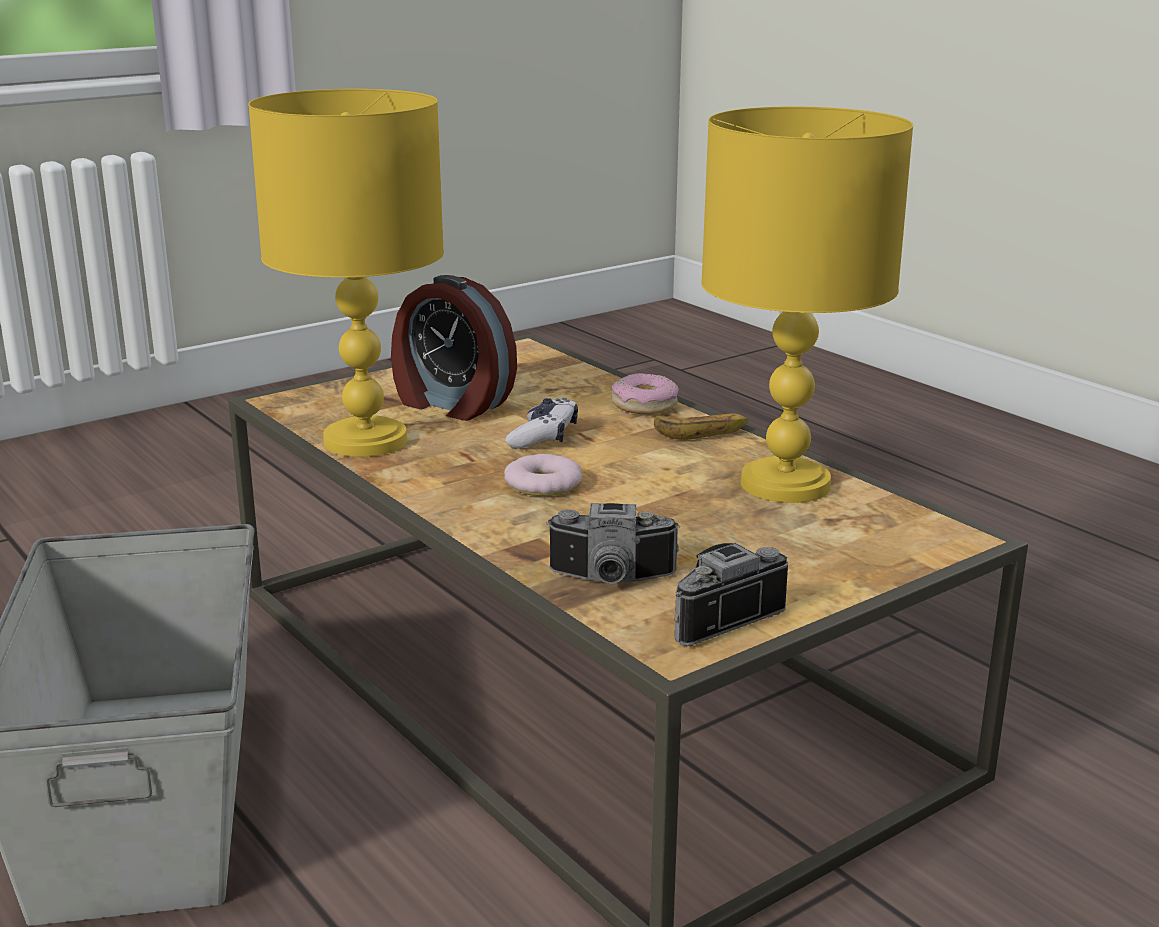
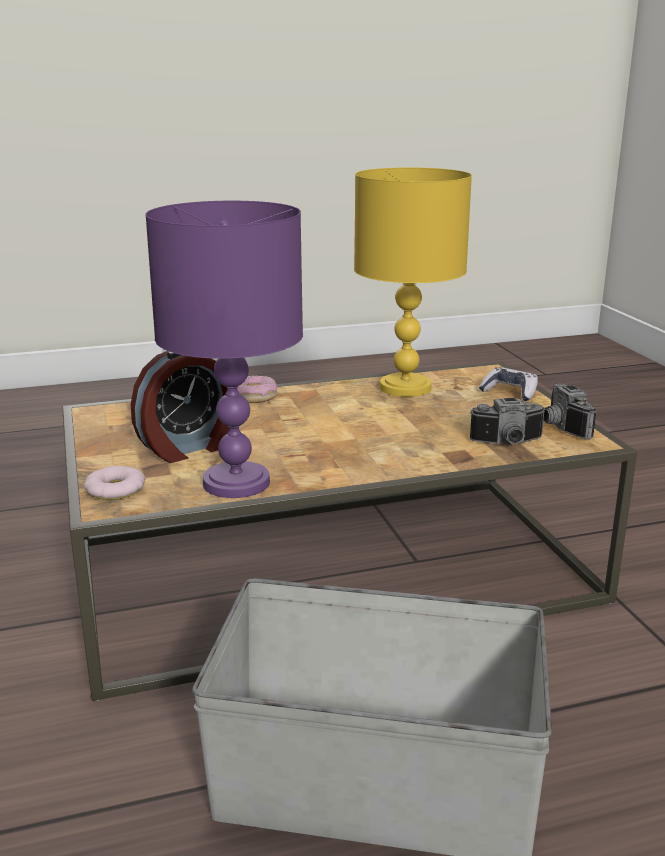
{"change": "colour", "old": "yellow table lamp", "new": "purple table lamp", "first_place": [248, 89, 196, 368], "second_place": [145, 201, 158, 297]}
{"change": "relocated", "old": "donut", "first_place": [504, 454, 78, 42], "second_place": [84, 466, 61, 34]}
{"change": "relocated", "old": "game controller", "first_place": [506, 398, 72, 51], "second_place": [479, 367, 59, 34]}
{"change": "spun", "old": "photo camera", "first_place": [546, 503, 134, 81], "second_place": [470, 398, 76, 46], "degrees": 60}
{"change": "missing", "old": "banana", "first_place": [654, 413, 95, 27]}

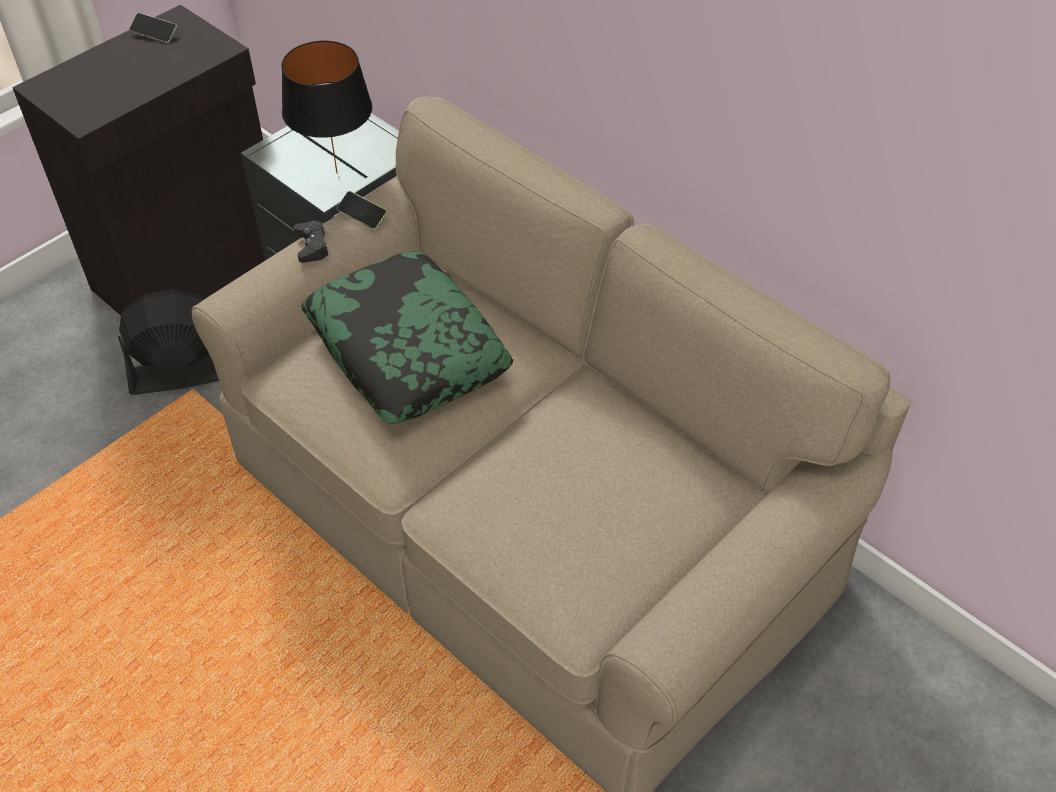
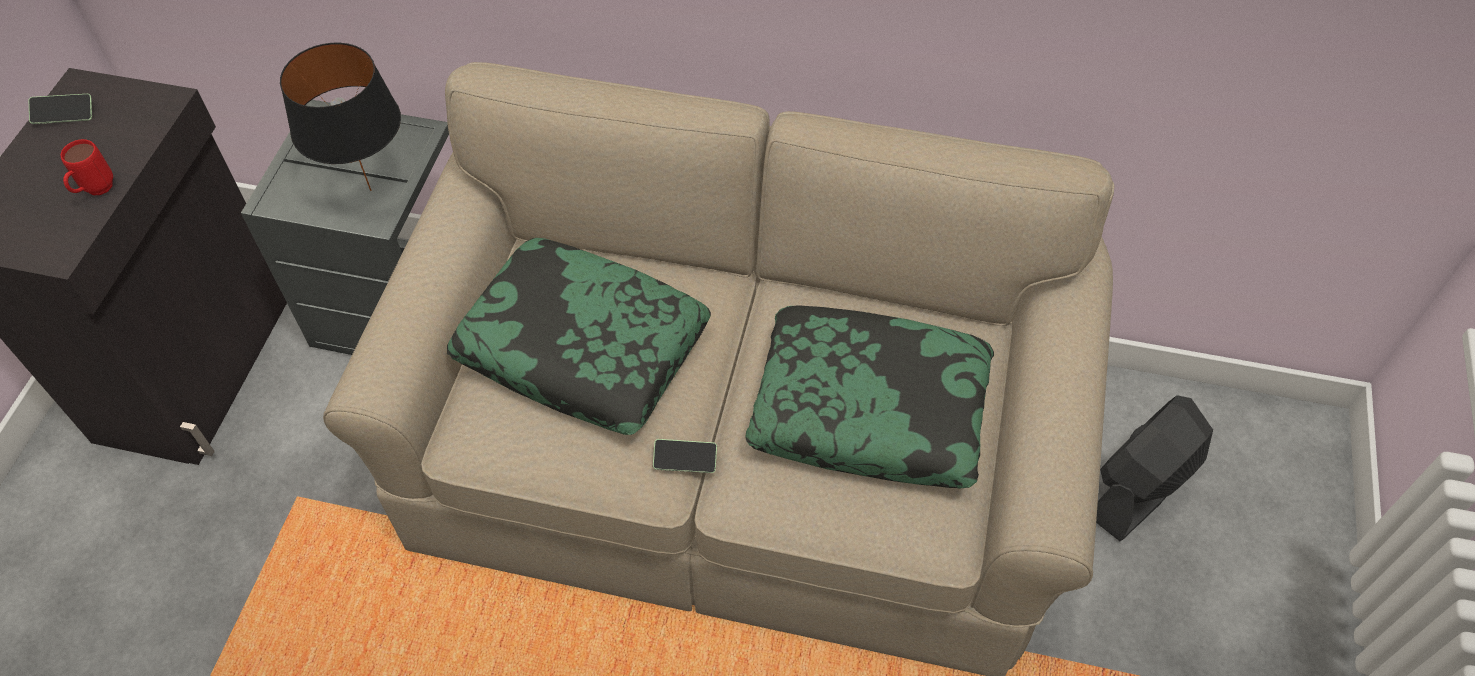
{"change": "relocated", "old": "black fan", "first_place": [118, 290, 101, 105], "second_place": [1096, 395, 117, 146]}
{"change": "missing", "old": "black game controller", "first_place": [294, 221, 36, 42]}
{"change": "relocated", "old": "phone", "first_place": [337, 191, 50, 38], "second_place": [653, 439, 64, 34]}
{"change": "appeared", "new": "red mug", "second_place": [61, 139, 52, 56]}
{"change": "appeared", "new": "pillow", "second_place": [745, 305, 249, 184]}

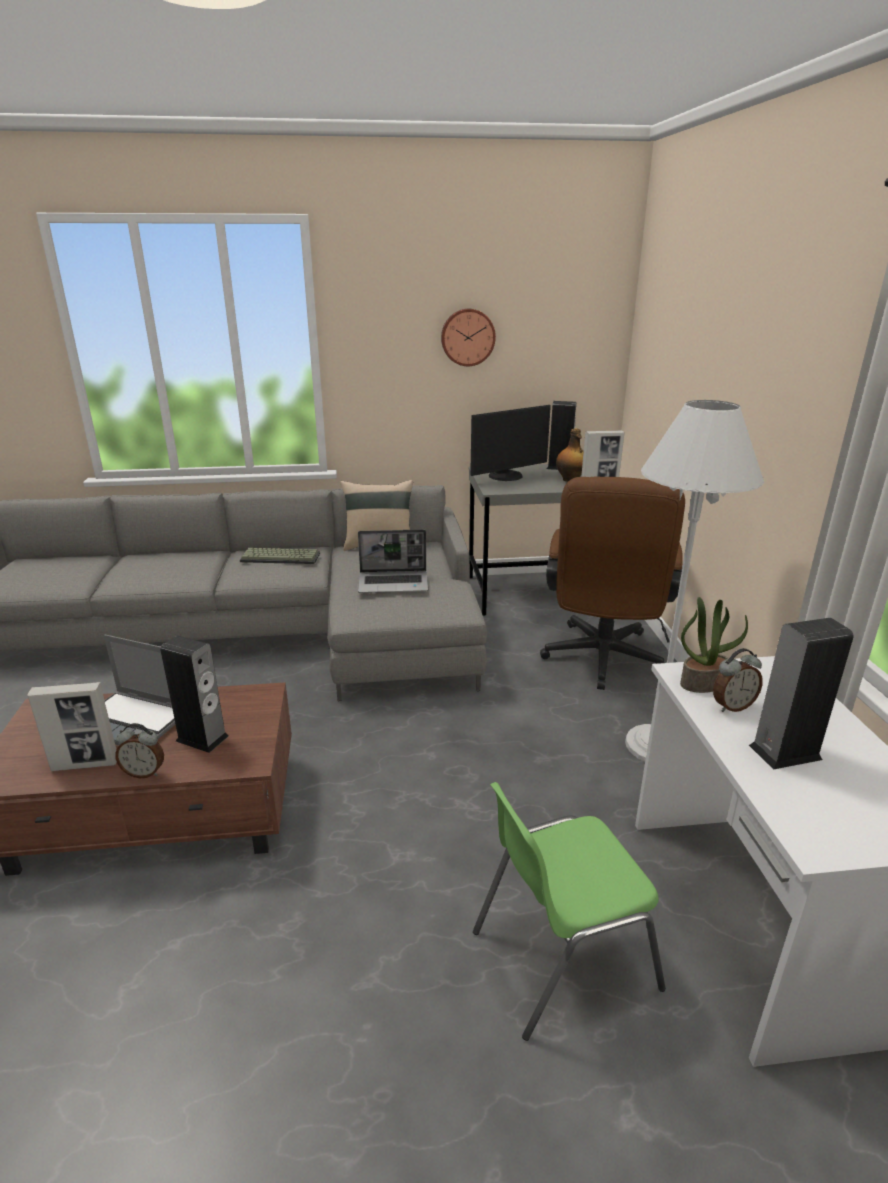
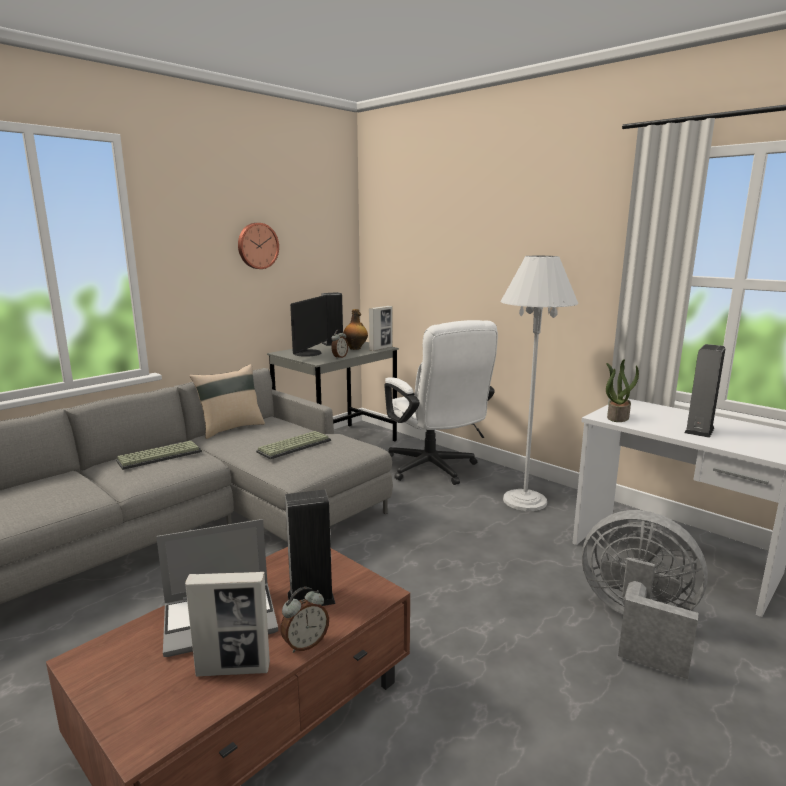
{"change": "spun", "old": "picture frame", "first_place": [27, 682, 90, 89], "second_place": [185, 572, 85, 105], "degrees": 45}
{"change": "exchanged", "old": "laptop", "new": "keyboard", "first_place": [358, 529, 70, 64], "second_place": [256, 431, 75, 29]}
{"change": "exchanged", "old": "green chair", "new": "grey fan", "first_place": [473, 782, 193, 259], "second_place": [582, 510, 126, 169]}
{"change": "colour", "old": "brown office chair", "new": "white office chair", "first_place": [540, 476, 145, 214], "second_place": [384, 320, 114, 165]}
{"change": "relocated", "old": "alarm clock", "first_place": [713, 648, 50, 64], "second_place": [331, 330, 17, 29]}

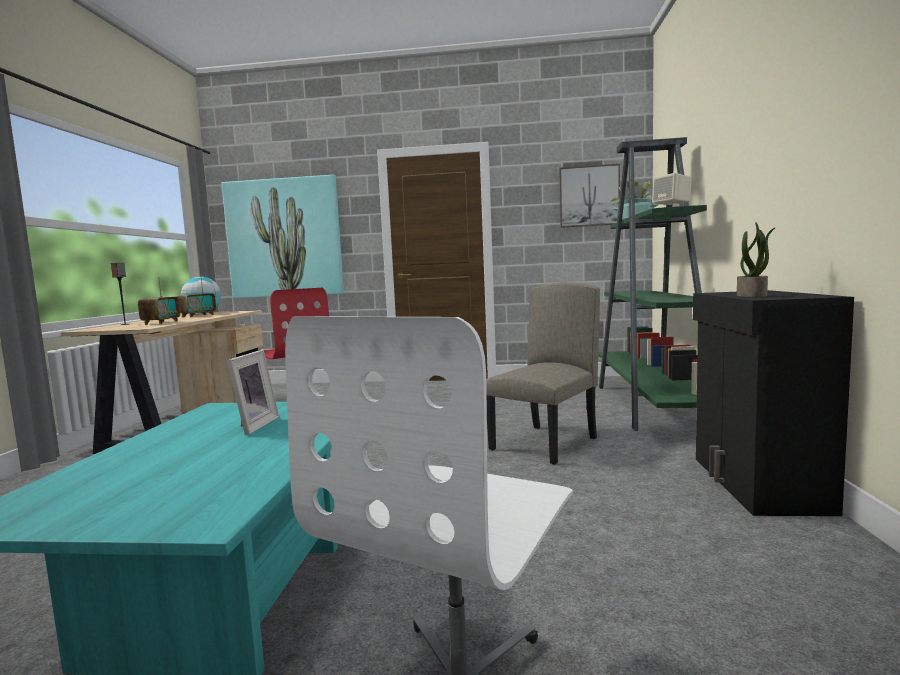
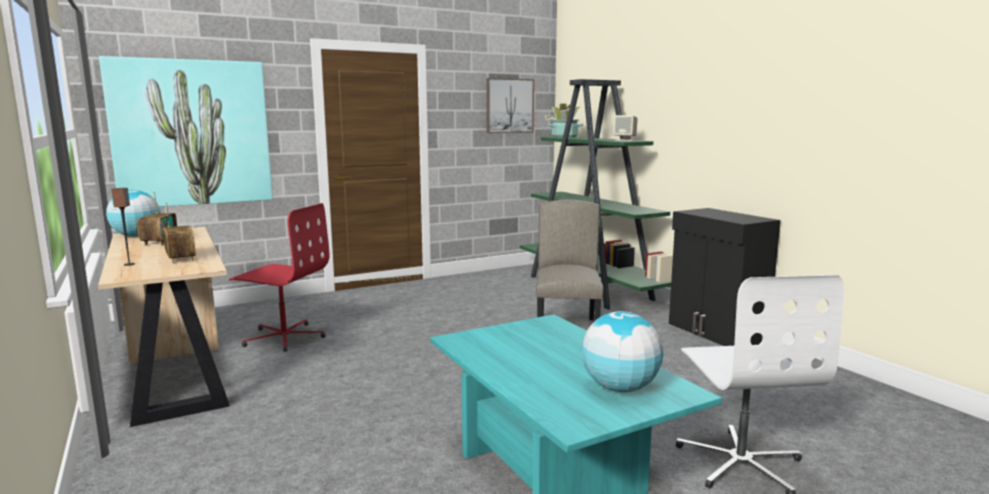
{"change": "missing", "old": "picture frame", "first_place": [227, 350, 52, 85]}
{"change": "missing", "old": "potted plant", "first_place": [737, 222, 39, 75]}
{"change": "appeared", "new": "globe", "second_place": [582, 311, 81, 81]}

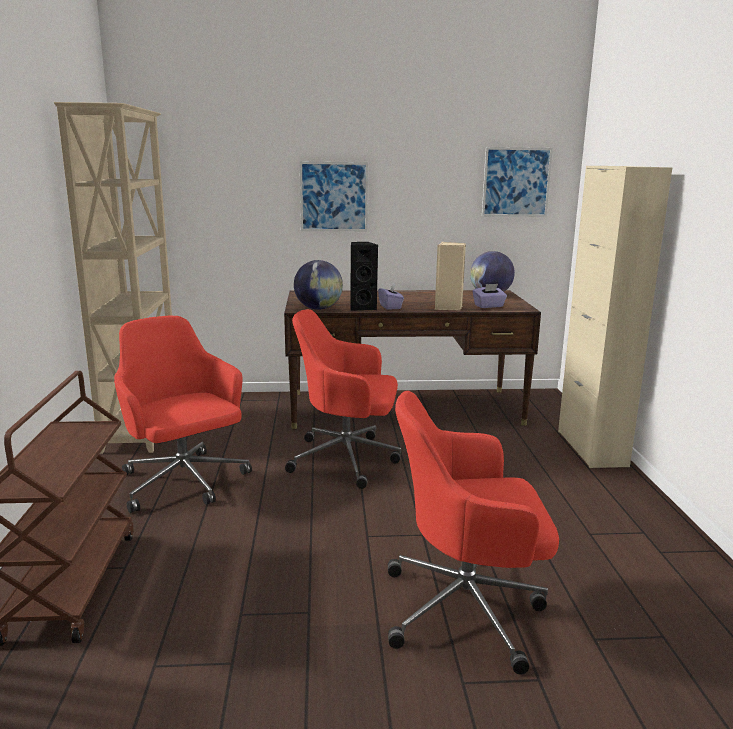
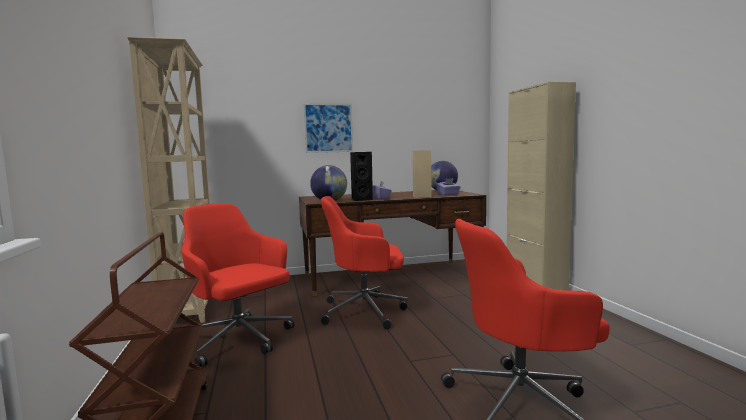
{"change": "missing", "old": "picture", "first_place": [482, 147, 71, 70]}

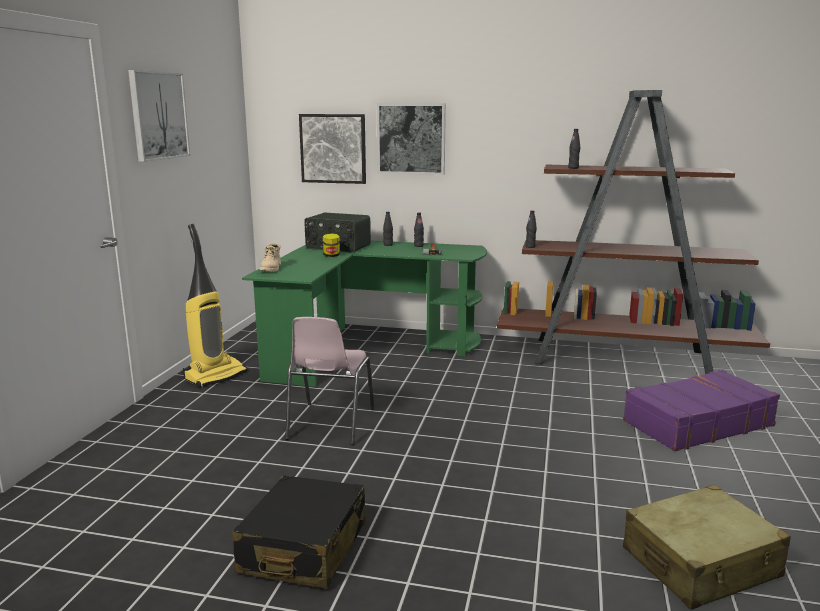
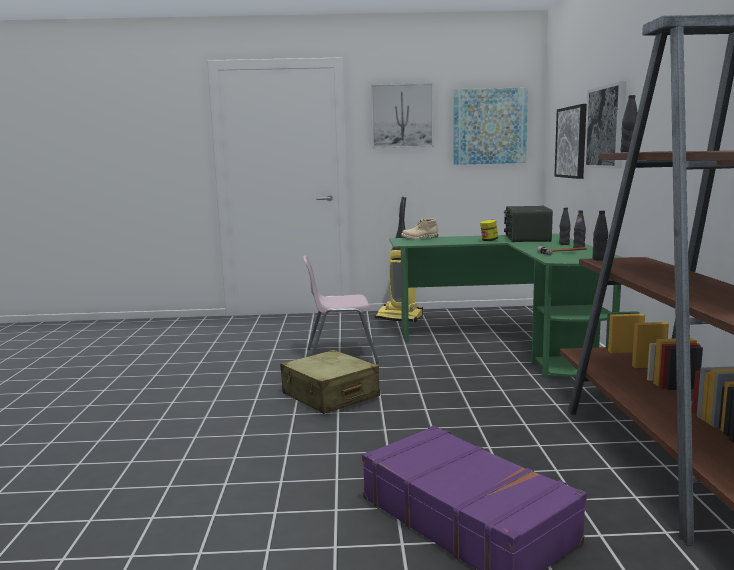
{"change": "missing", "old": "black suitcase", "first_place": [232, 475, 134, 113]}
{"change": "relocated", "old": "beige suitcase", "first_place": [623, 485, 168, 125], "second_place": [280, 350, 100, 64]}
{"change": "appeared", "new": "picture", "second_place": [453, 87, 75, 78]}

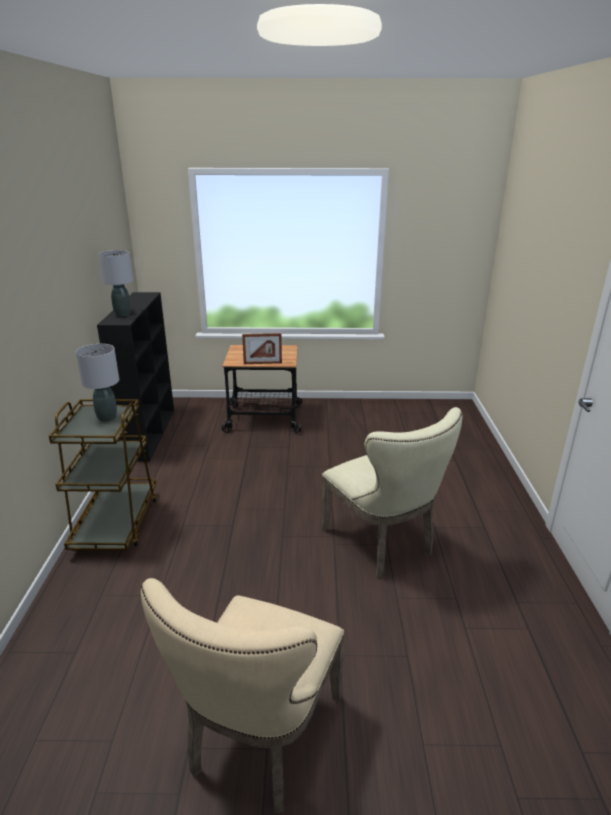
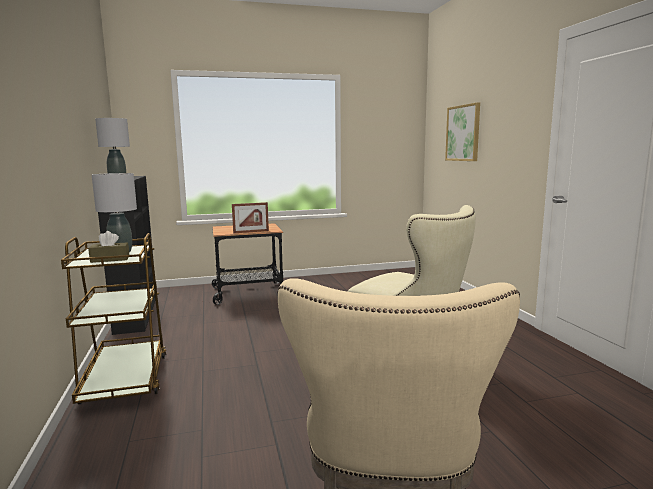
{"change": "appeared", "new": "brown tissue box", "second_place": [88, 231, 41, 32]}
{"change": "appeared", "new": "picture", "second_place": [445, 103, 35, 58]}

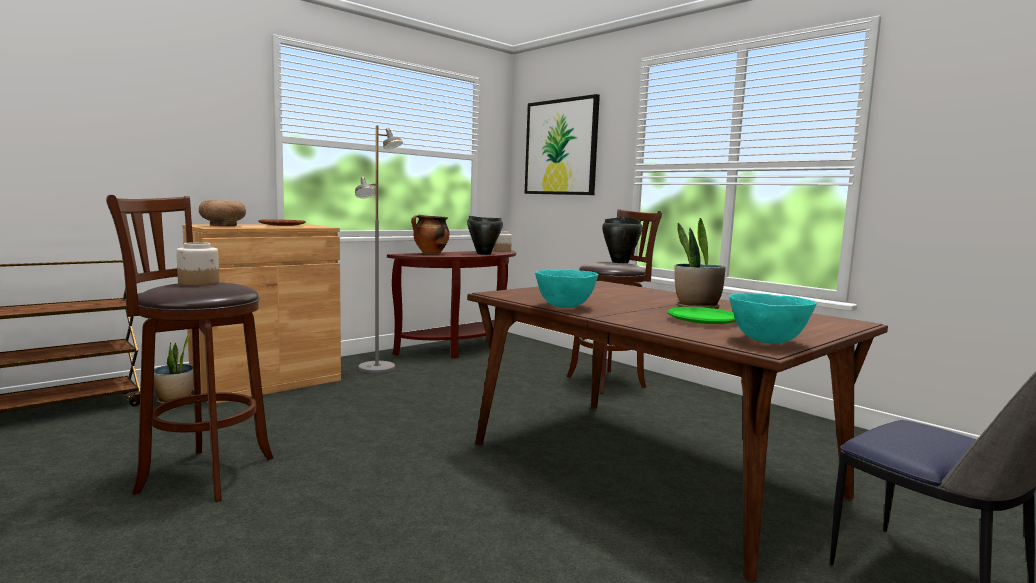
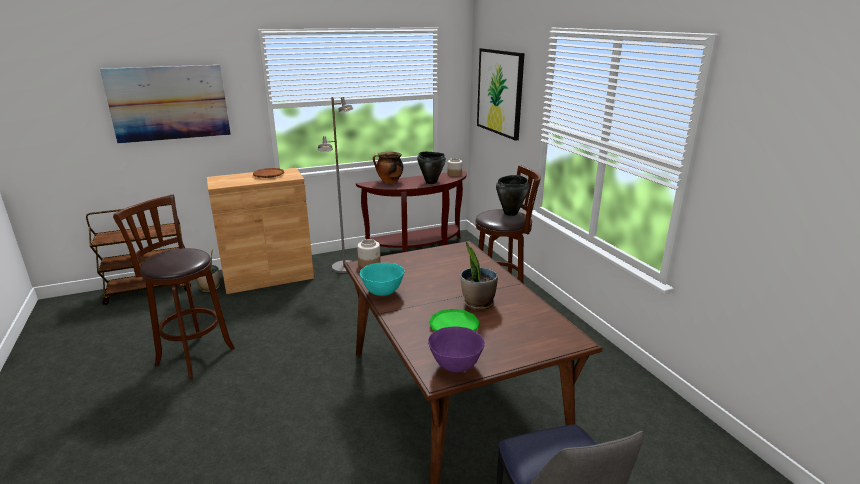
{"change": "relocated", "old": "jar", "first_place": [176, 242, 43, 44], "second_place": [357, 239, 24, 29]}
{"change": "missing", "old": "brown bowl", "first_place": [199, 200, 47, 26]}
{"change": "colour", "old": "turquoise bowl", "new": "purple bowl", "first_place": [729, 293, 88, 51], "second_place": [428, 326, 57, 46]}
{"change": "appeared", "new": "picture", "second_place": [100, 65, 131, 78]}

